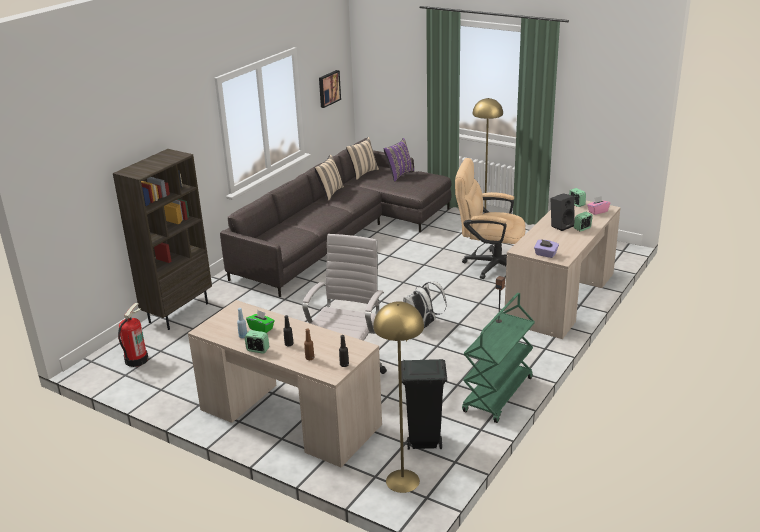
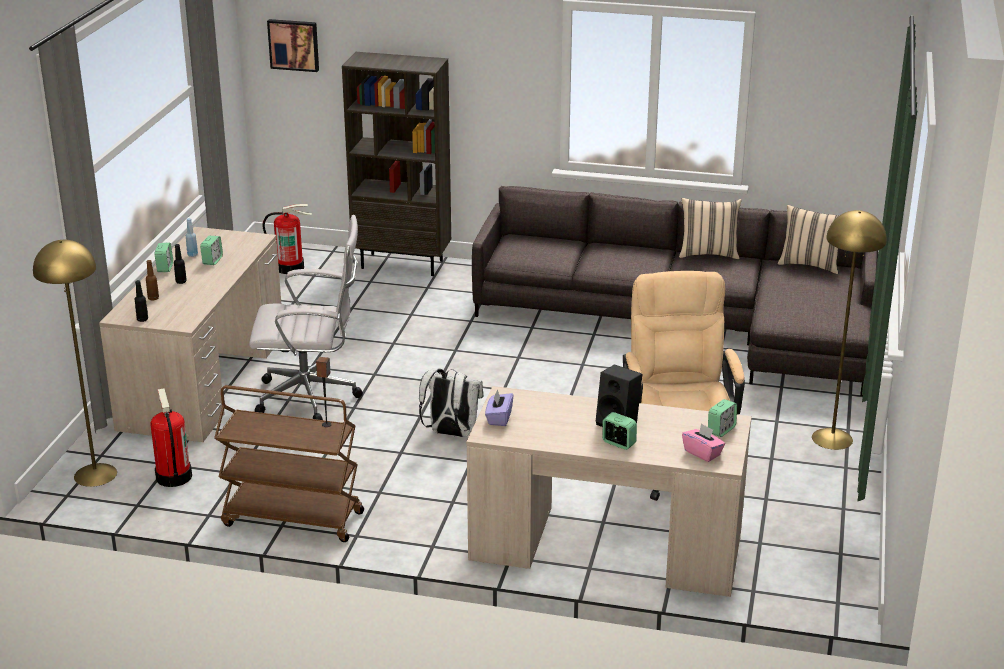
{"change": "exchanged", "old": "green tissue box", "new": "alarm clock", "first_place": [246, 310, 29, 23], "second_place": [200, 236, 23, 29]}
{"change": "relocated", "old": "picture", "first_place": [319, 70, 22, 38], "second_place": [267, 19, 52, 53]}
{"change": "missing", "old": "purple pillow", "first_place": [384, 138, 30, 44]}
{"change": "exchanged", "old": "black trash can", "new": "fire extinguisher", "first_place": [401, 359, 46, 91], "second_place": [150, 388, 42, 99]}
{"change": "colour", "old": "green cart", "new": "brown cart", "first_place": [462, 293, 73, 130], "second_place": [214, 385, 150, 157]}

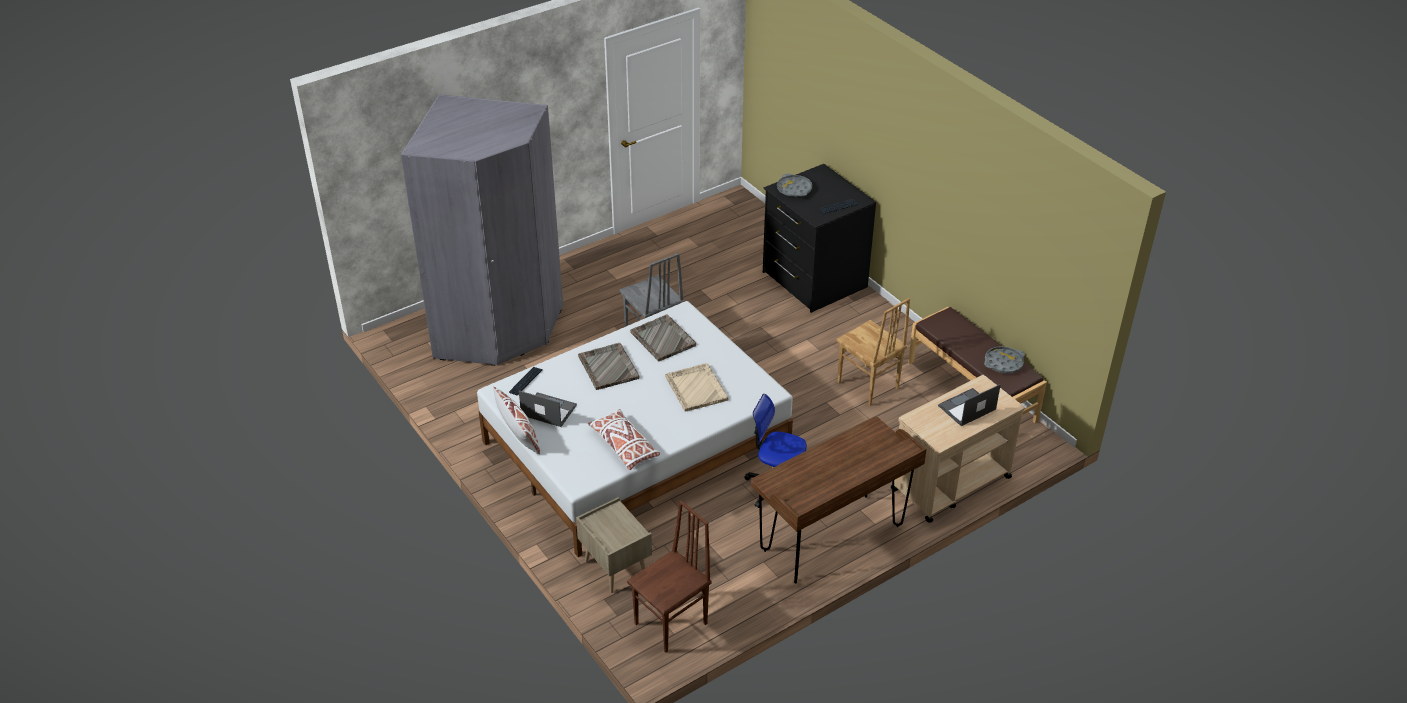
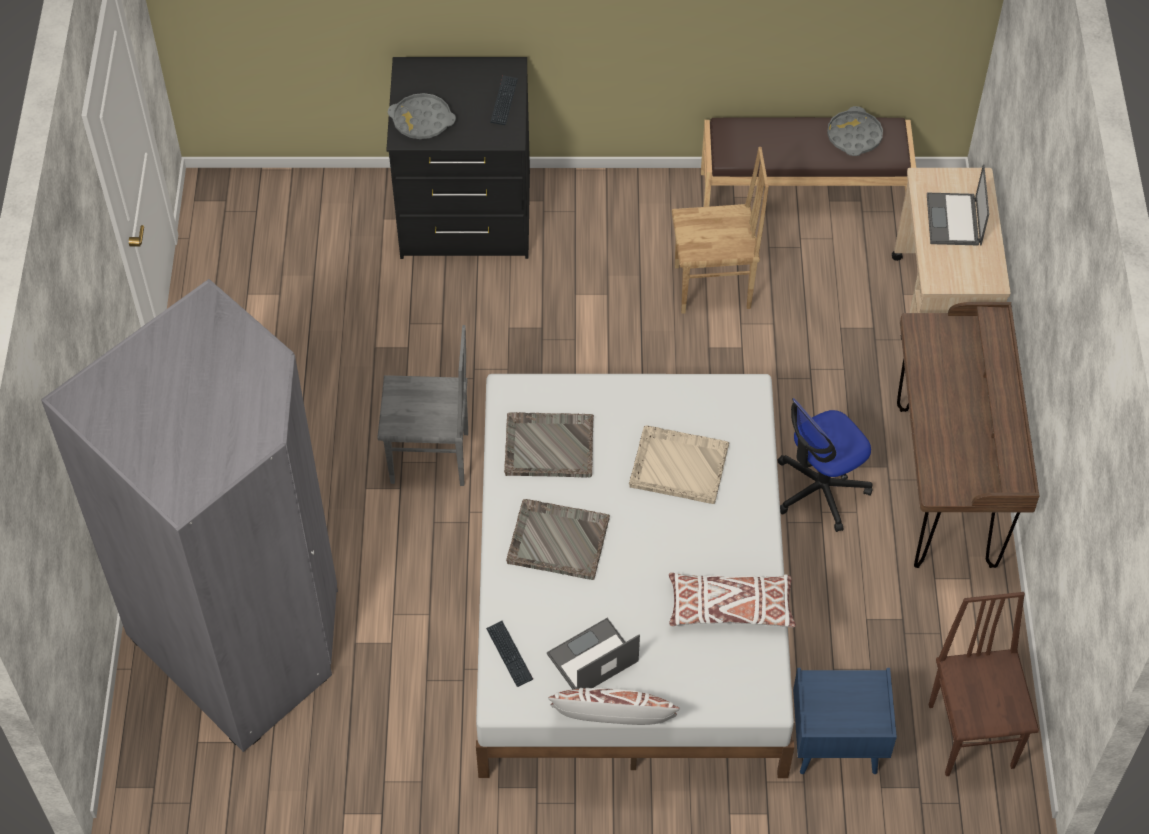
{"change": "colour", "old": "beige nightstand", "new": "blue nightstand", "first_place": [576, 497, 76, 96], "second_place": [793, 668, 104, 106]}

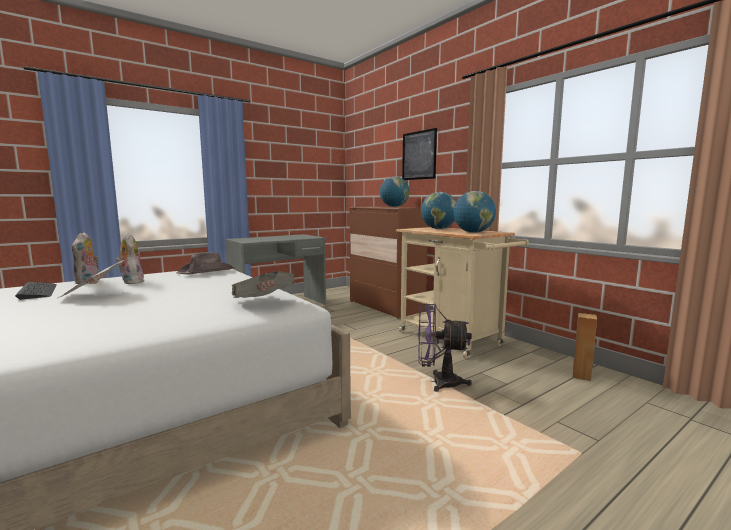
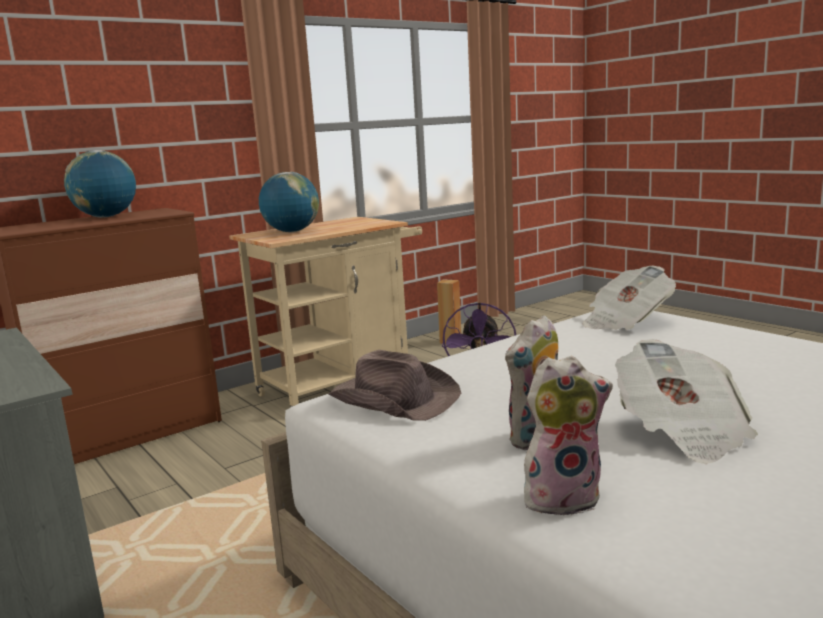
{"change": "missing", "old": "keyboard", "first_place": [15, 282, 42, 18]}
{"change": "missing", "old": "picture", "first_place": [402, 128, 35, 52]}
{"change": "missing", "old": "globe", "first_place": [453, 191, 43, 42]}

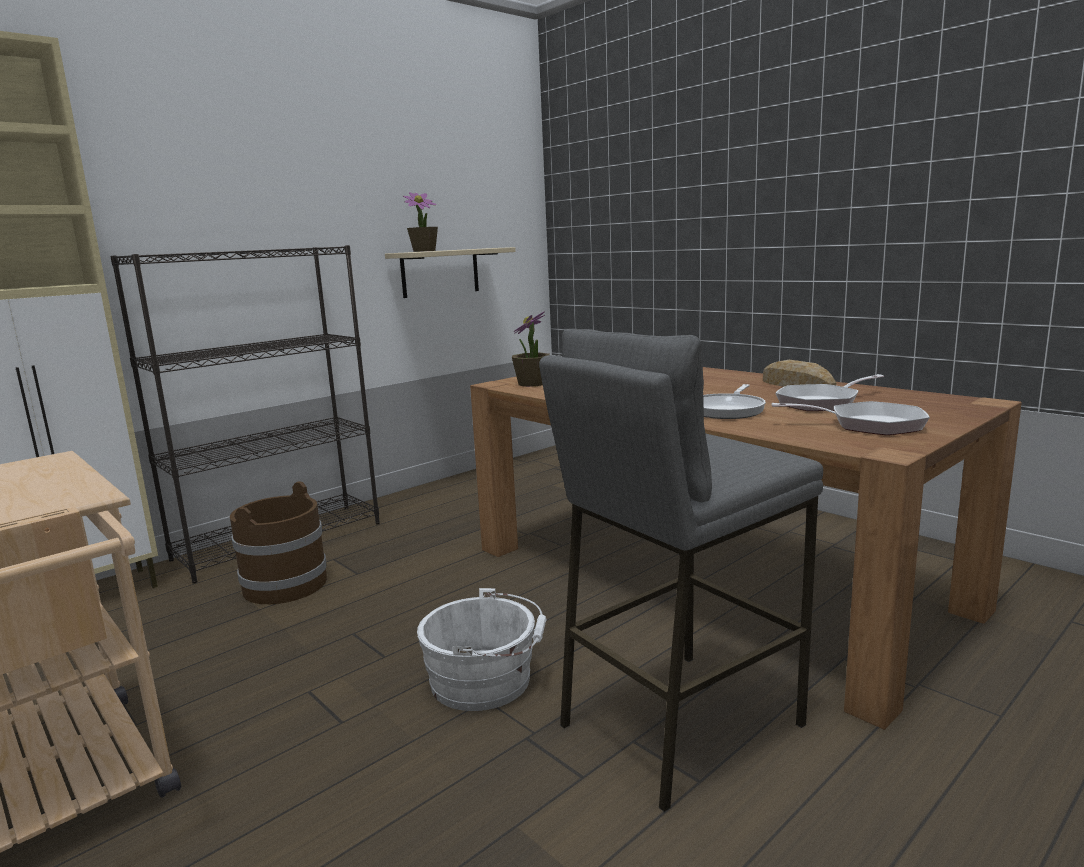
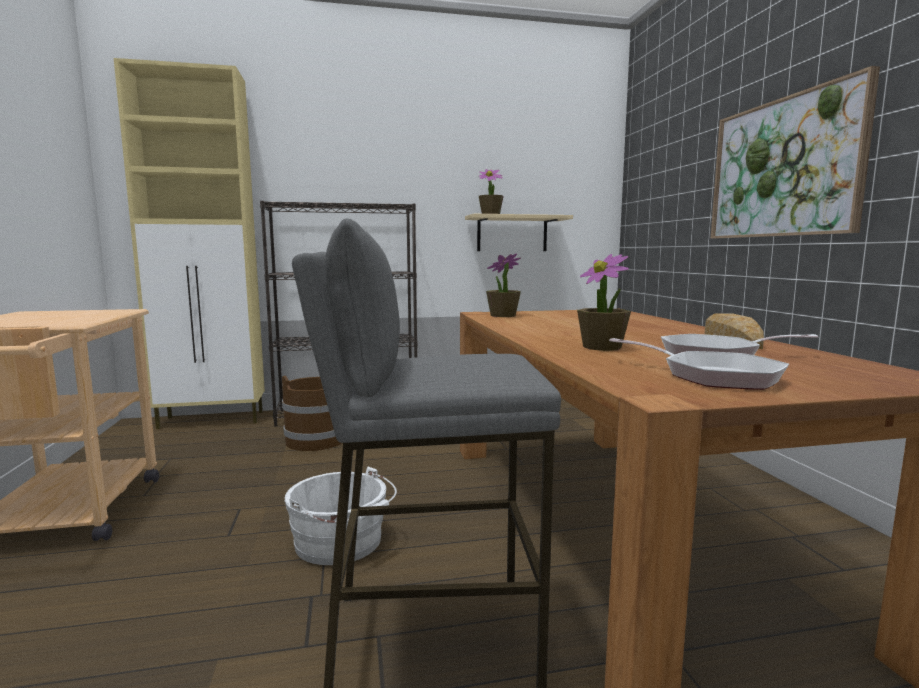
{"change": "exchanged", "old": "frying pan", "new": "potted plant", "first_place": [703, 384, 63, 35], "second_place": [577, 254, 54, 97]}
{"change": "appeared", "new": "picture", "second_place": [711, 66, 169, 172]}

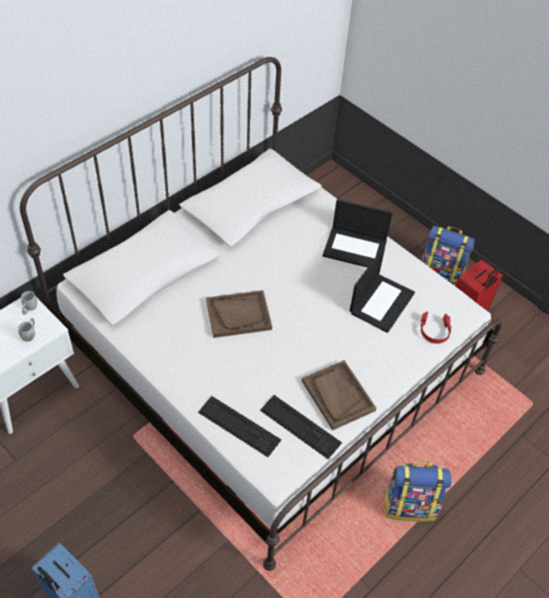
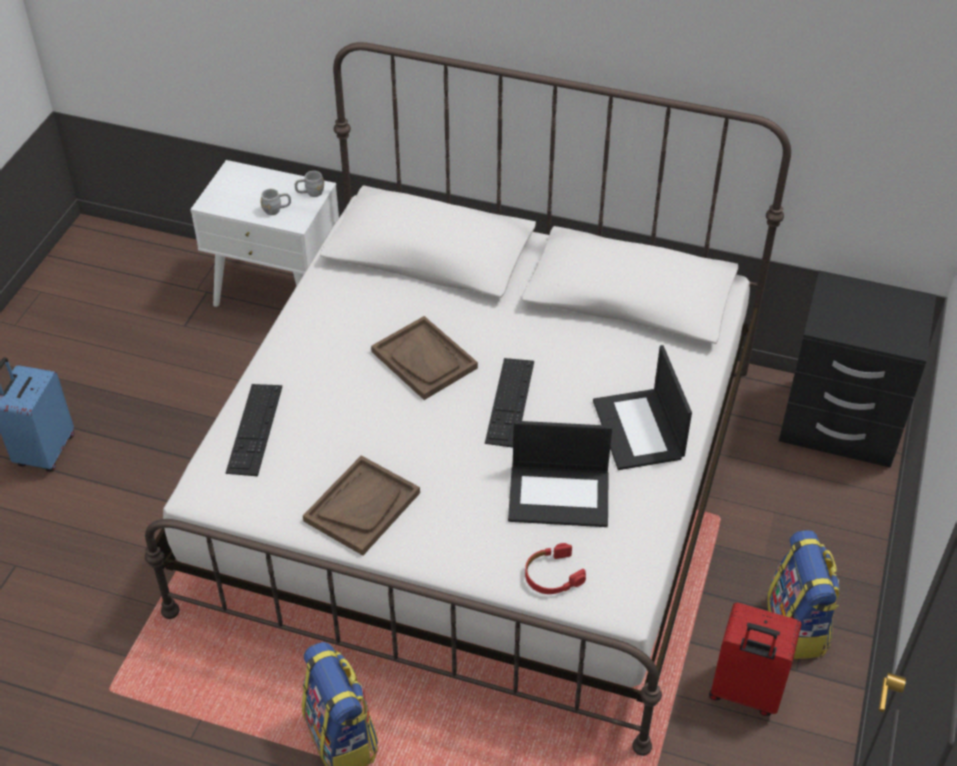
{"change": "relocated", "old": "keyboard", "first_place": [260, 395, 82, 64], "second_place": [485, 358, 49, 90]}
{"change": "appeared", "new": "black nightstand", "second_place": [779, 270, 157, 198]}

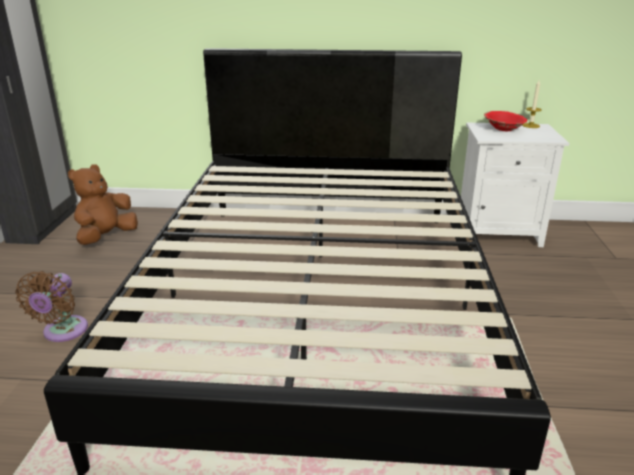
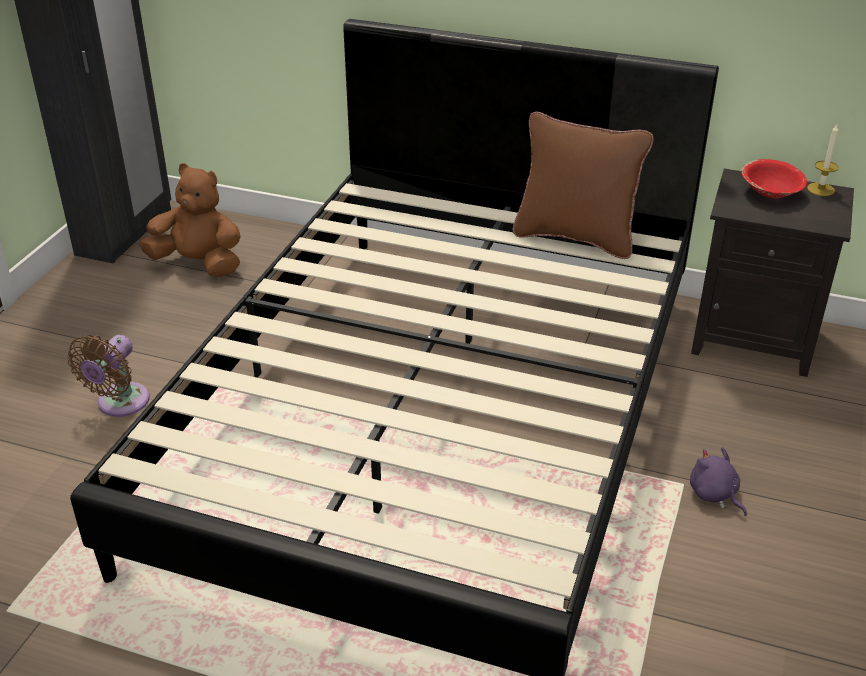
{"change": "spun", "old": "brown plush toy", "first_place": [68, 164, 70, 81], "second_place": [139, 163, 102, 114], "degrees": 60}
{"change": "colour", "old": "white nightstand", "new": "black nightstand", "first_place": [461, 123, 108, 124], "second_place": [691, 168, 163, 209]}
{"change": "appeared", "new": "brown pillow", "second_place": [513, 112, 141, 147]}
{"change": "appeared", "new": "purple plush toy", "second_place": [690, 447, 57, 69]}

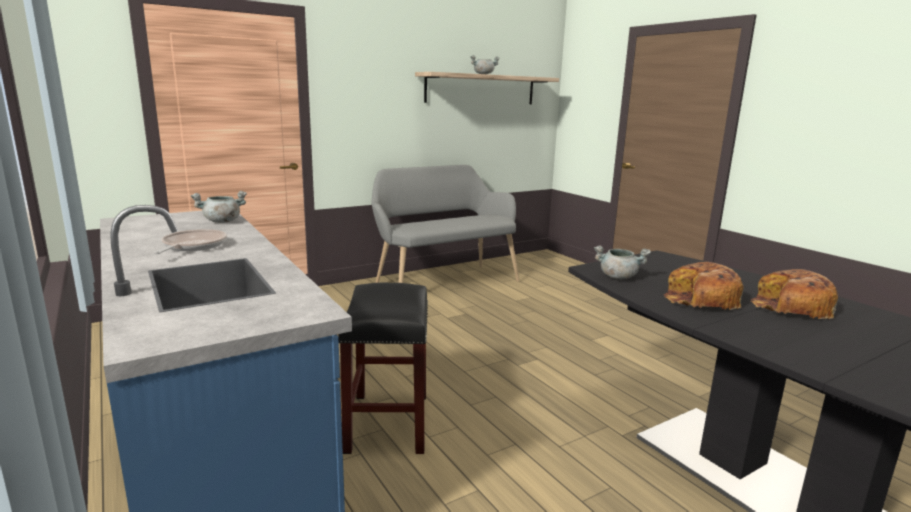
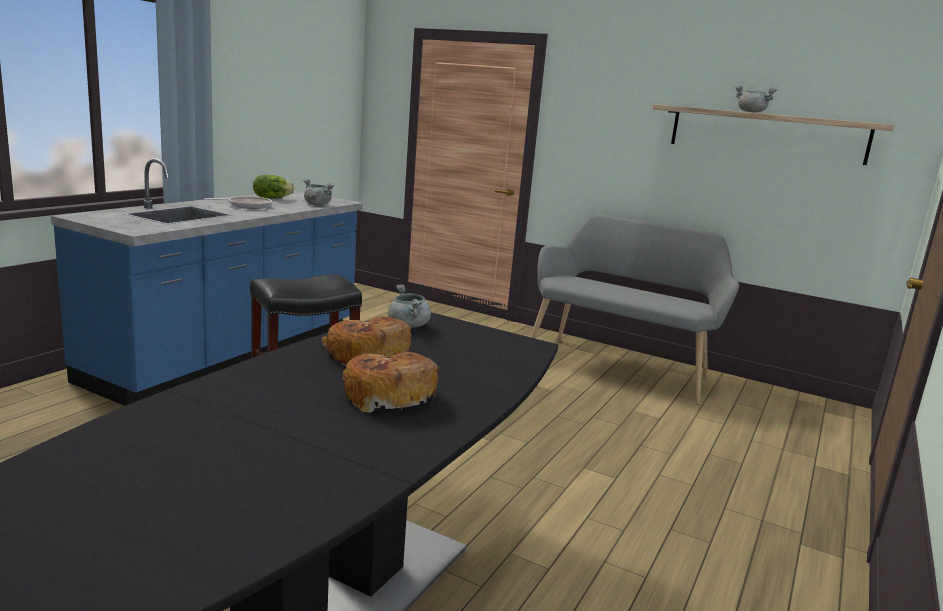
{"change": "appeared", "new": "lettuce", "second_place": [253, 175, 42, 23]}

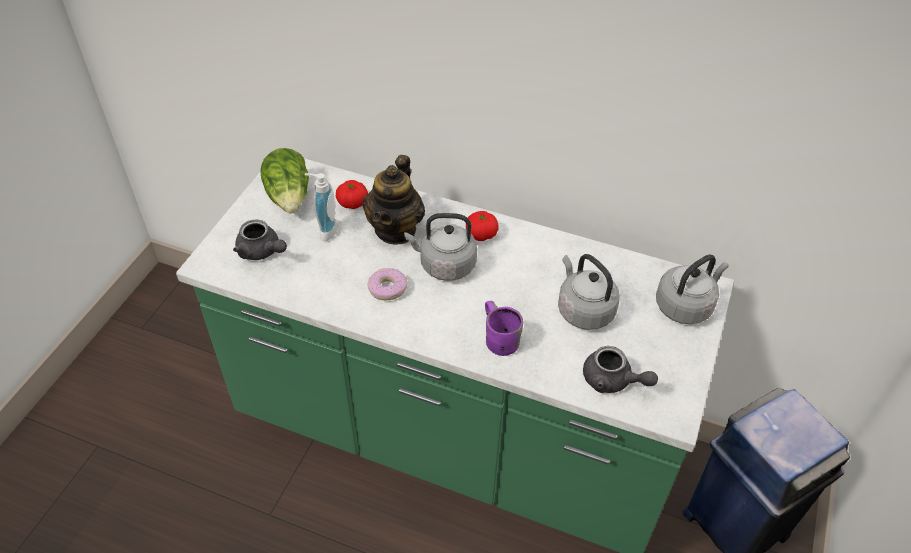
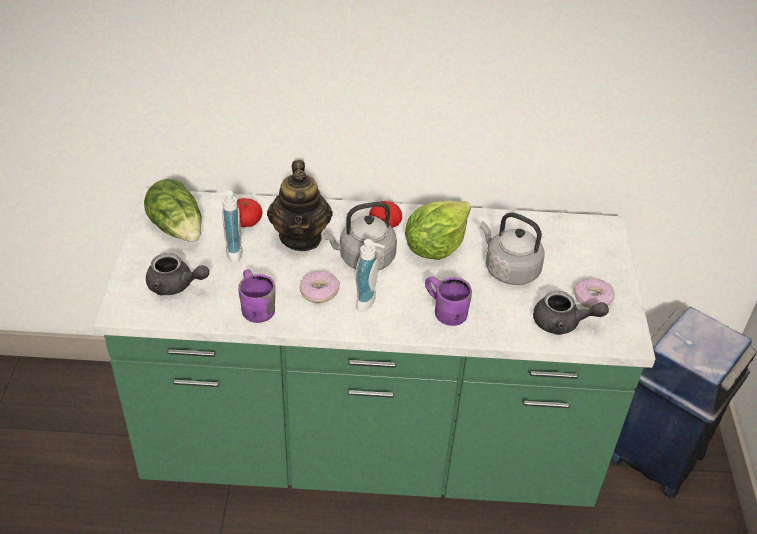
{"change": "missing", "old": "grey kettle", "first_place": [656, 254, 72, 70]}
{"change": "appeared", "new": "purple mug", "second_place": [238, 269, 37, 54]}
{"change": "appeared", "new": "soap dispenser", "second_place": [355, 239, 30, 73]}
{"change": "appeared", "new": "lettuce", "second_place": [405, 200, 66, 60]}
{"change": "appeared", "new": "donut", "second_place": [574, 278, 41, 30]}

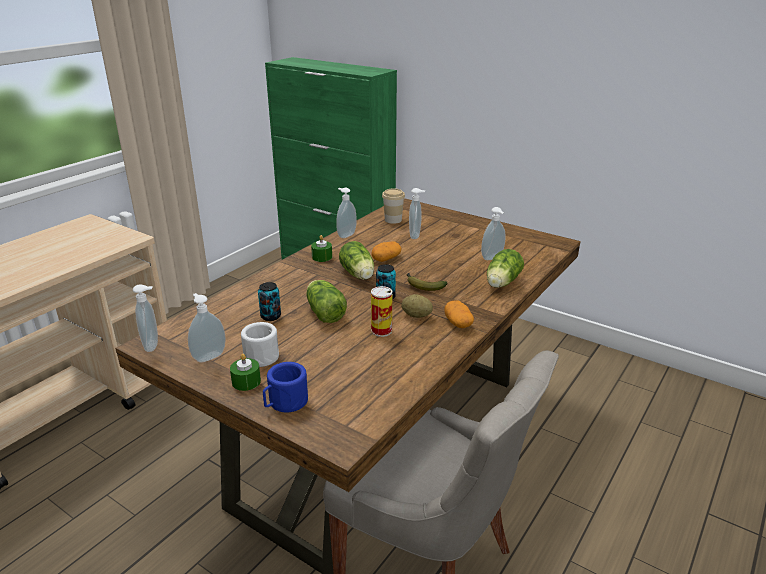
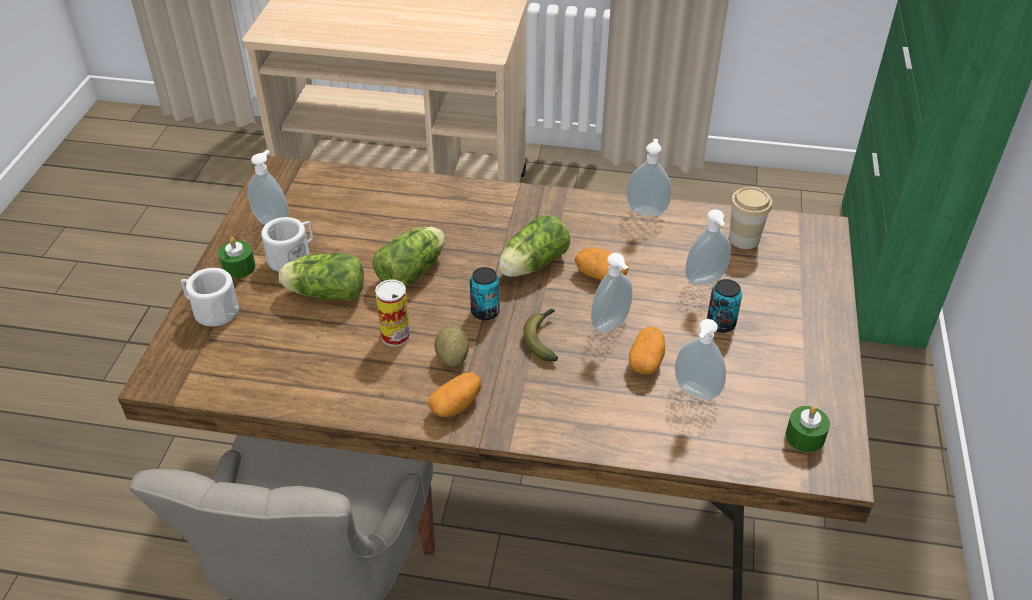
{"change": "relocated", "old": "soap dispenser", "first_place": [133, 284, 25, 68], "second_place": [591, 253, 41, 79]}
{"change": "relocated", "old": "can", "first_place": [258, 282, 23, 39], "second_place": [707, 279, 35, 54]}
{"change": "colour", "old": "blue mug", "new": "white mug", "first_place": [263, 362, 45, 51], "second_place": [181, 268, 58, 58]}
{"change": "relocated", "old": "green candle", "first_place": [311, 235, 21, 27], "second_place": [786, 406, 44, 47]}
{"change": "relocated", "old": "lettuce", "first_place": [487, 249, 37, 39], "second_place": [279, 253, 85, 48]}
{"change": "appeared", "new": "potato", "second_place": [629, 327, 36, 47]}

